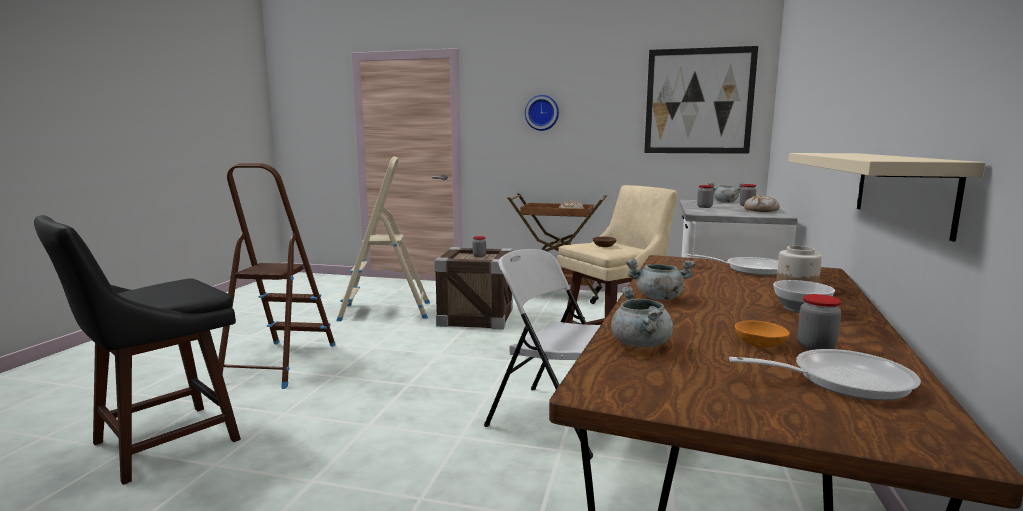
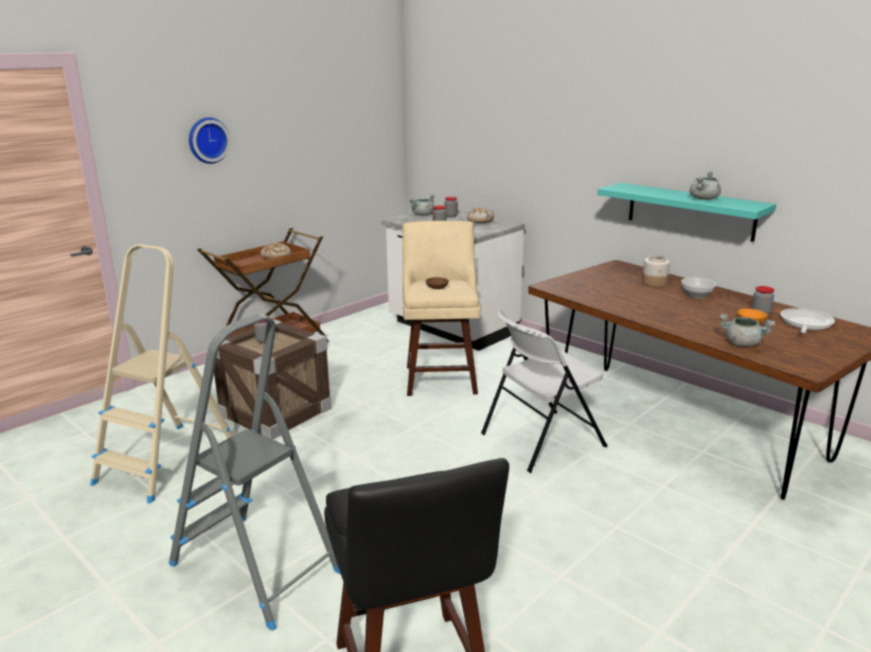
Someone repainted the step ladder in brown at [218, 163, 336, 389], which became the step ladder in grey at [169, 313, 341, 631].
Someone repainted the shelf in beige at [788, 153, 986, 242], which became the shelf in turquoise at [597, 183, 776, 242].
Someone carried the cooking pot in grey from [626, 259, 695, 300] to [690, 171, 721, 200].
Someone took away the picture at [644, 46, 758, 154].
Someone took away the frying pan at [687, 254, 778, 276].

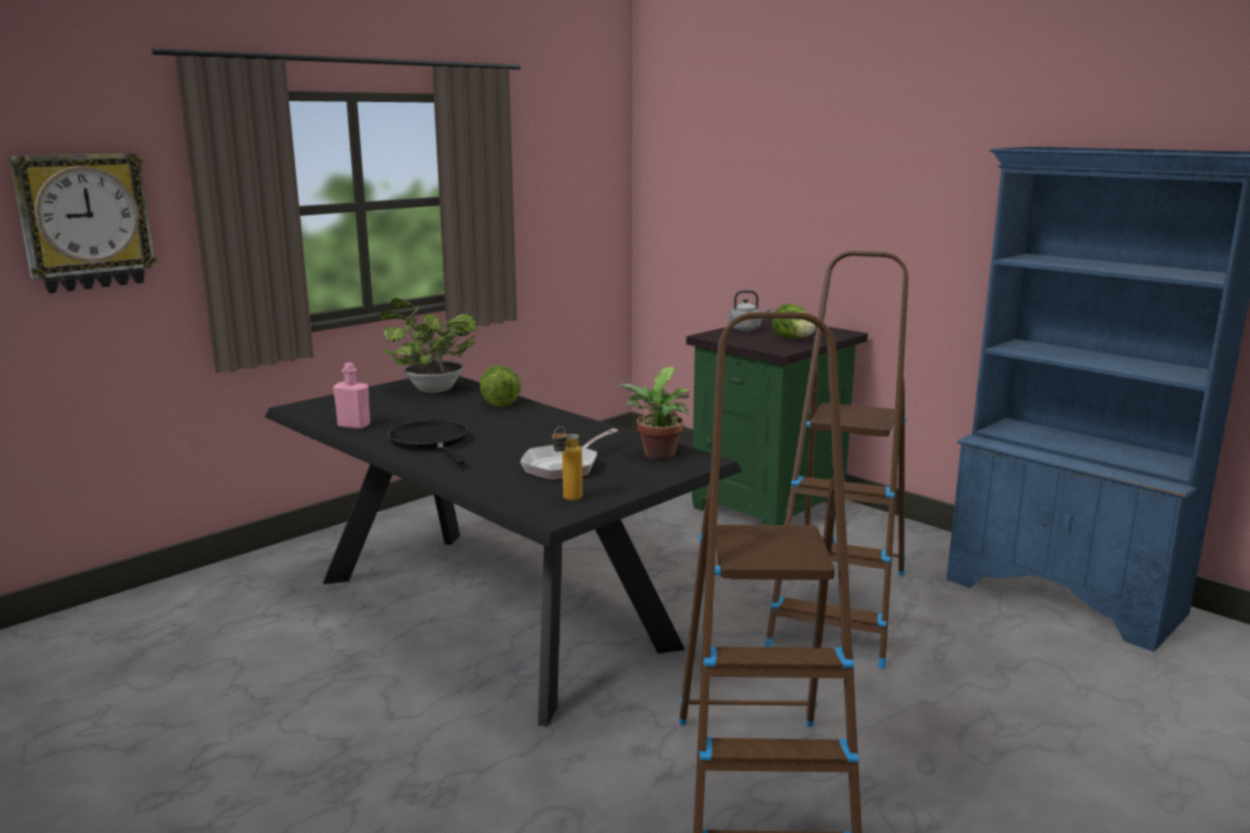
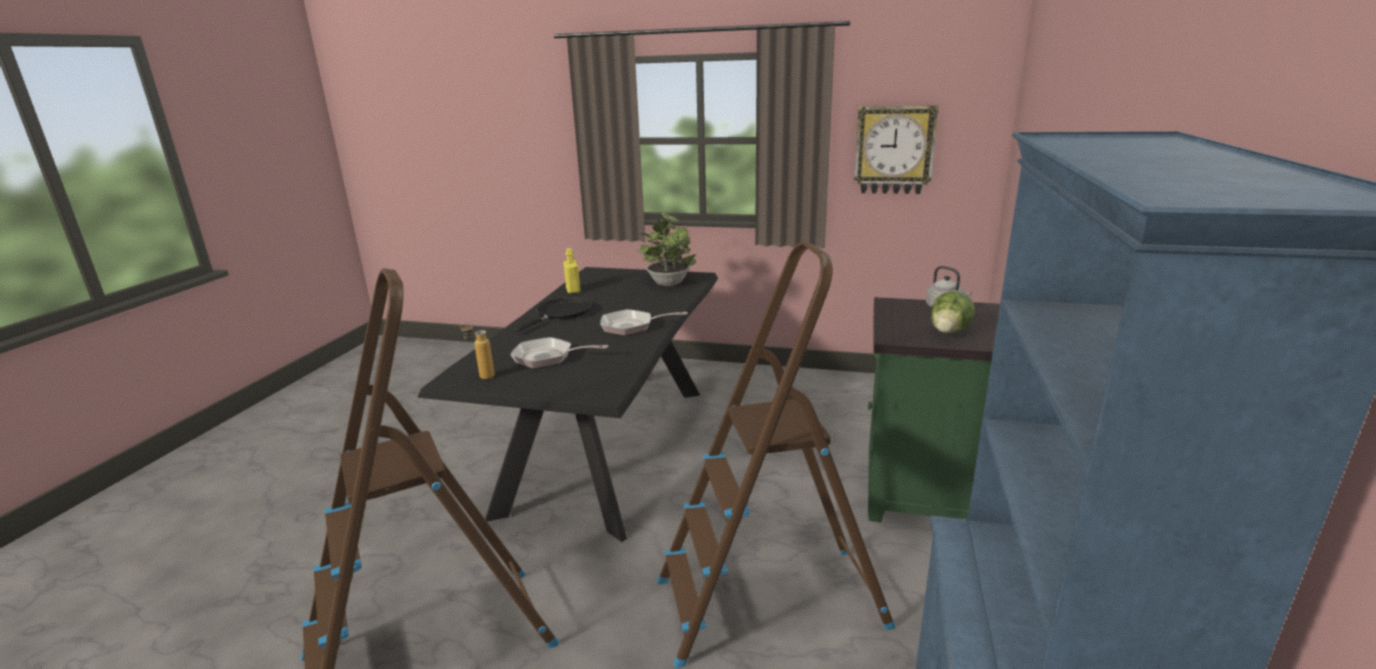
Someone repainted the bottle in pink at [333, 363, 370, 429], which became the bottle in yellow at [563, 248, 580, 293].
Someone put down the frying pan at [600, 309, 688, 336].
Someone carried the wall clock from [9, 153, 157, 293] to [854, 105, 939, 194].
Someone took away the lettuce at [480, 366, 521, 407].
Someone took away the potted plant at [617, 367, 690, 459].

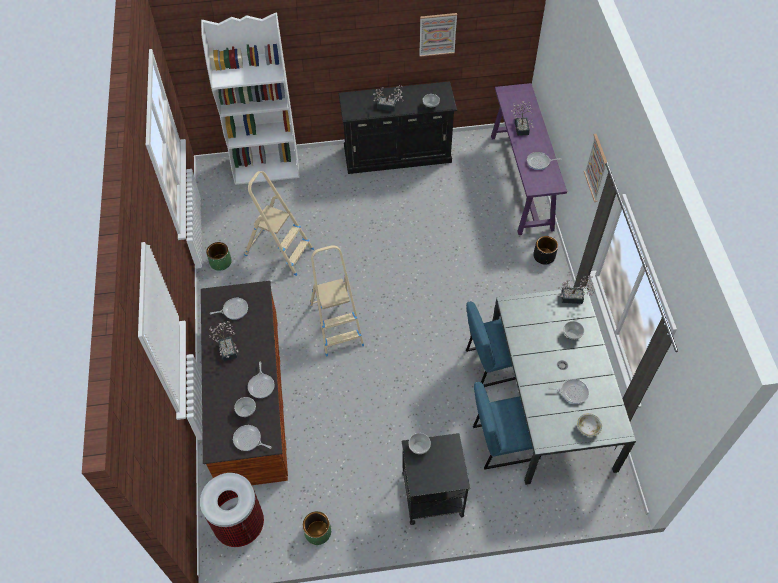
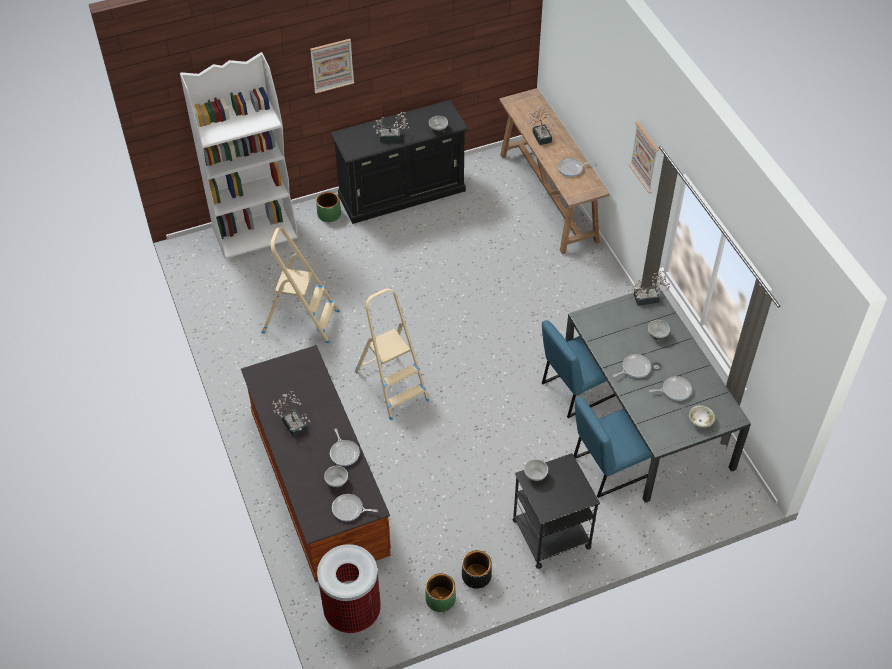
Someone carried the picture from [419, 13, 457, 57] to [310, 39, 354, 94].
Someone carried the planter in green from [206, 242, 232, 271] to [316, 192, 341, 222].
Someone carried the planter in black from [533, 236, 558, 264] to [462, 550, 492, 589].
Someone repainted the console table in purple at [491, 83, 567, 235], which became the console table in brown at [499, 88, 610, 254].
Someone carried the frying pan from [210, 298, 248, 320] to [613, 354, 651, 378].

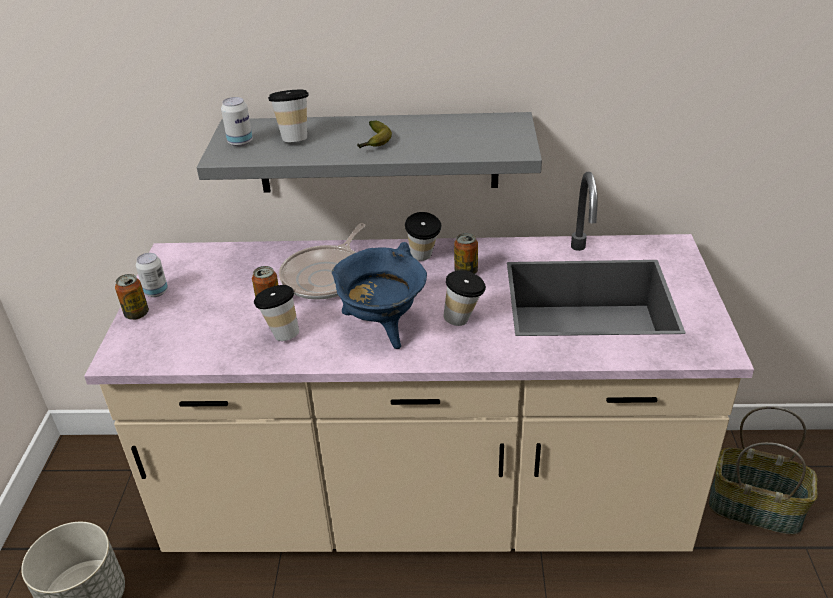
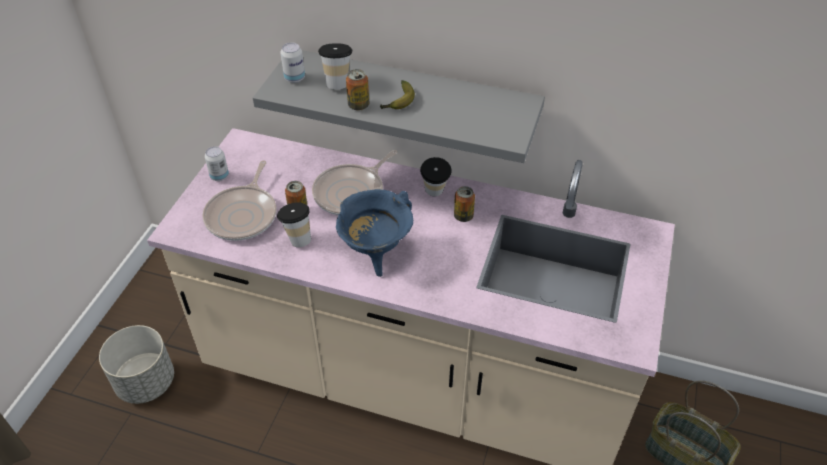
Someone put down the frying pan at [202, 161, 277, 241].
Someone carried the can from [115, 274, 149, 320] to [346, 69, 369, 111].
Someone took away the cup at [444, 270, 486, 326].

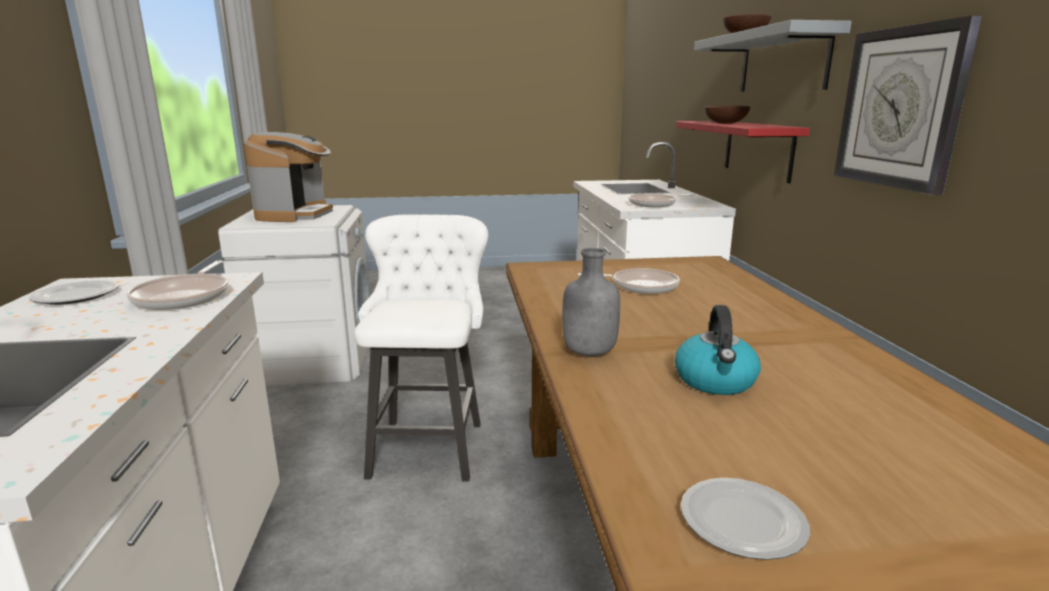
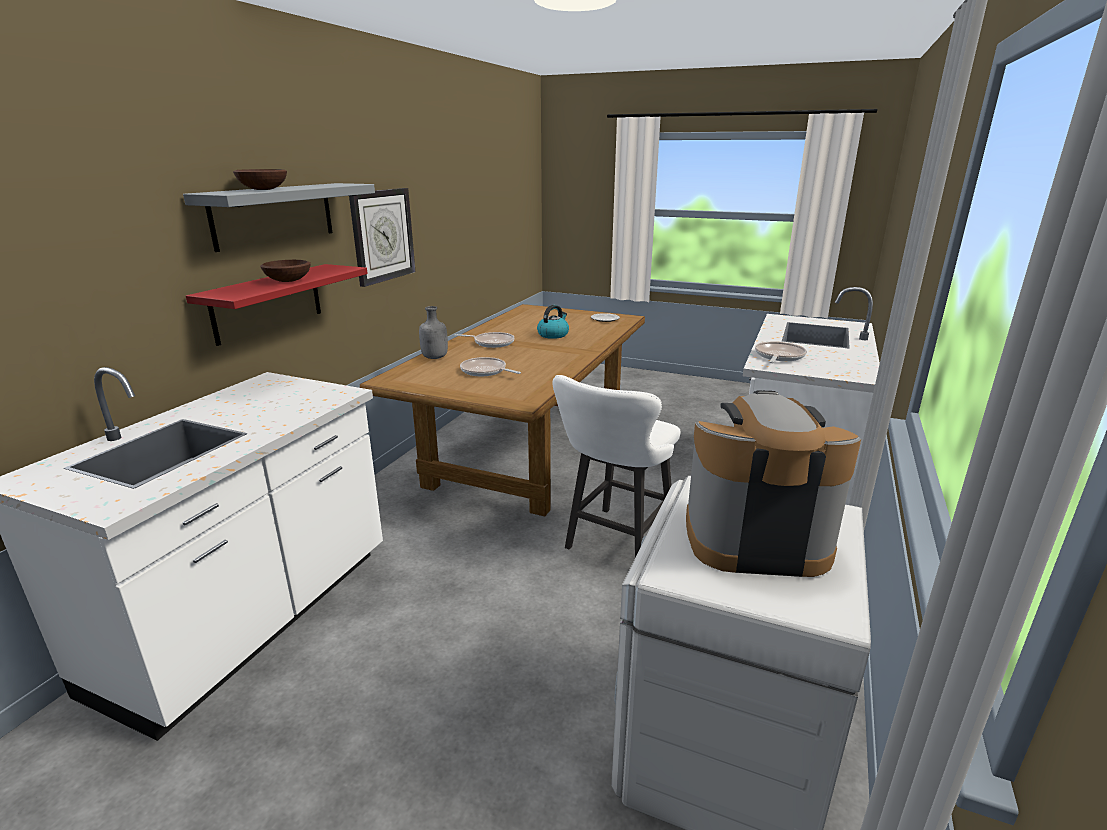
Someone carried the bottle in grey from [562, 248, 620, 356] to [419, 306, 448, 359].
Someone carried the frying pan from [629, 194, 695, 207] to [454, 332, 514, 348].
Someone rotated the coffee machine at [244, 132, 333, 222] by 60 degrees clockwise.
Someone took away the plate at [29, 280, 118, 305].

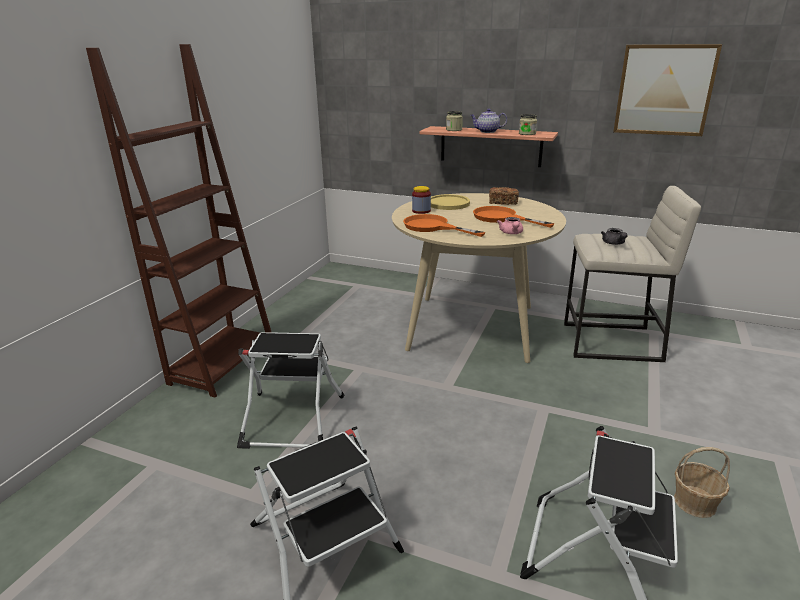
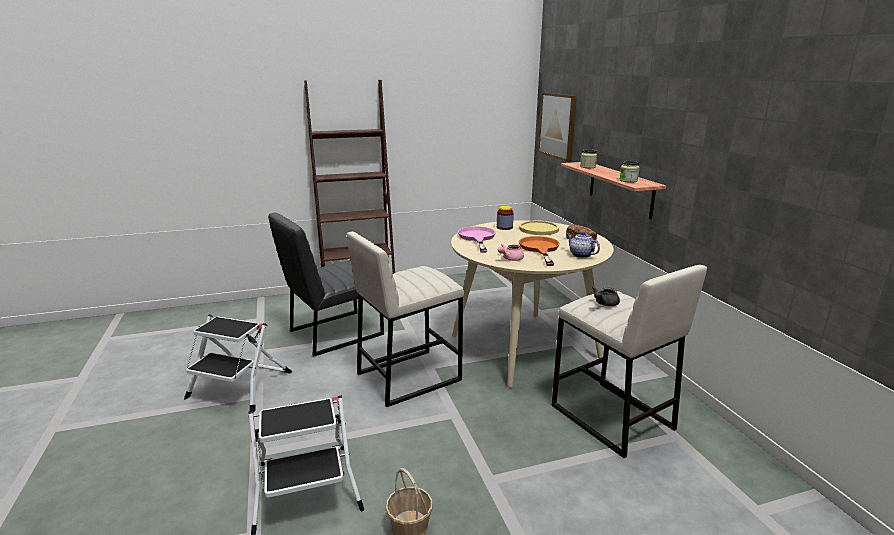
Someone swapped the step ladder at [237, 332, 344, 449] for the chair in grey at [268, 212, 384, 357].
Someone put down the stool in beige at [347, 232, 464, 407].
Someone repainted the frying pan in orange at [403, 214, 485, 237], which became the frying pan in pink at [458, 226, 496, 253].
Someone carried the picture from [613, 44, 722, 136] to [538, 92, 577, 162].
Someone carried the teapot from [470, 109, 507, 133] to [567, 232, 600, 258].

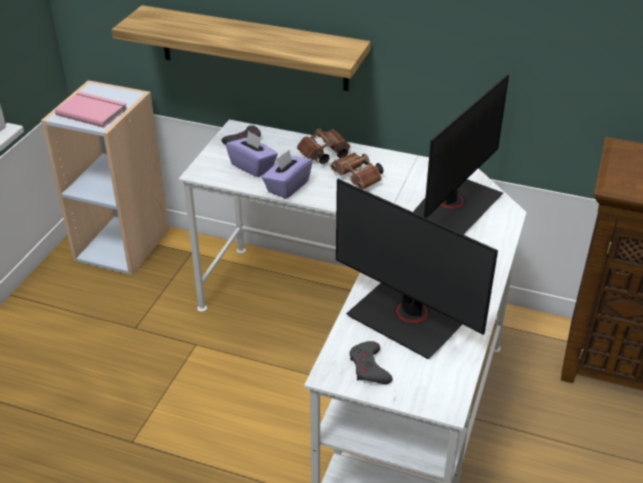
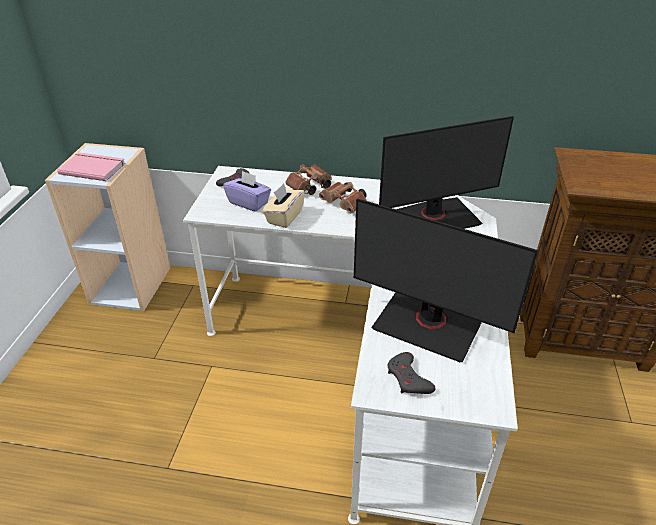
Someone repainted the tissue box in purple at [262, 150, 312, 199], which became the tissue box in beige at [262, 184, 305, 228].
Someone rotated the monitor at [413, 74, 509, 235] by 45 degrees clockwise.
Someone took away the shelf at [112, 5, 371, 91].

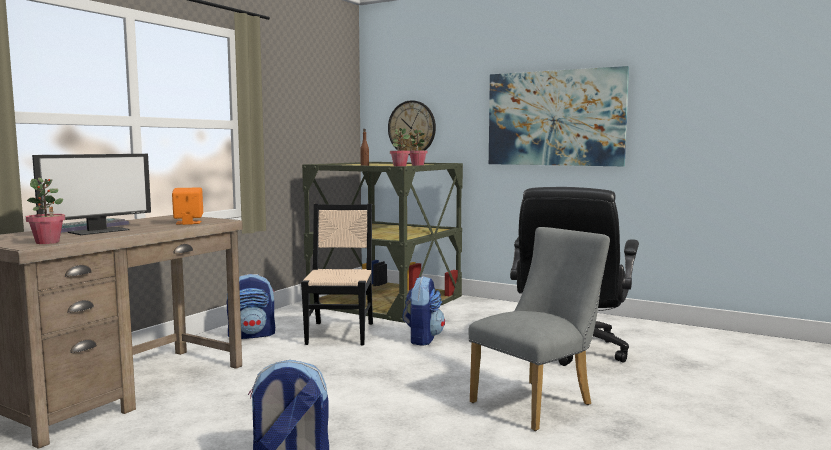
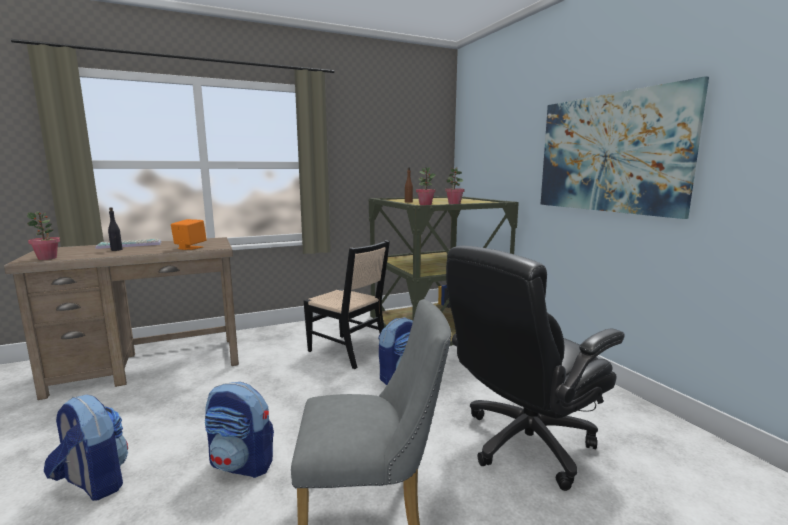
Someone swapped the monitor at [32, 154, 151, 235] for the bottle in black at [108, 207, 122, 251].
Someone carried the backpack from [227, 274, 275, 339] to [205, 382, 274, 478].
Someone rotated the chair at [301, 204, 373, 346] by 90 degrees clockwise.
Someone took away the wall clock at [388, 100, 436, 155].

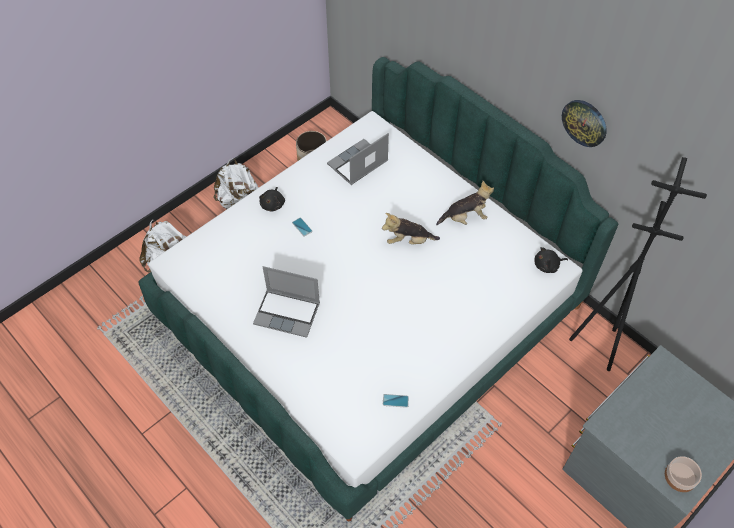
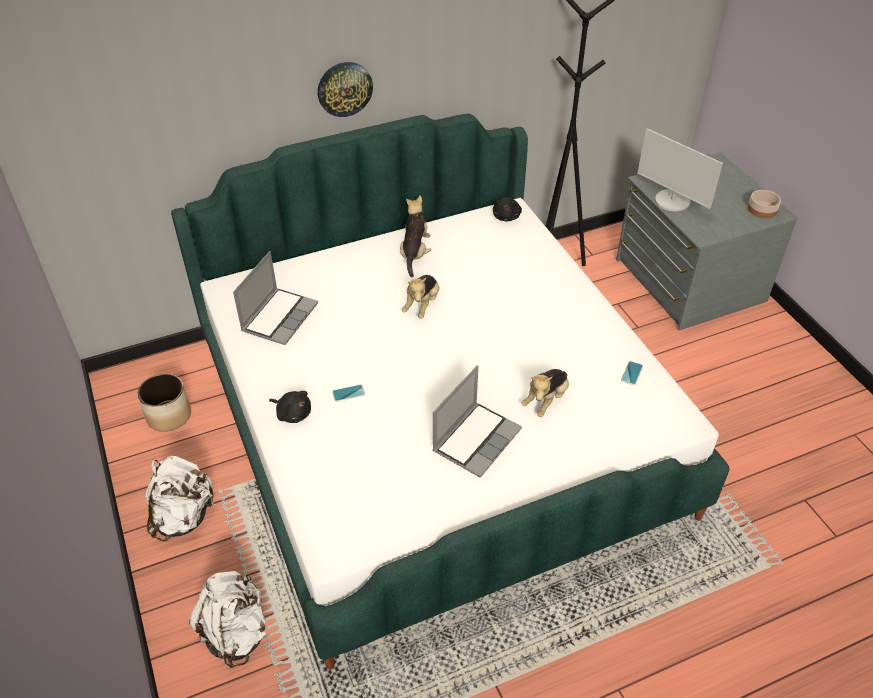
Someone rotated the laptop at [327, 133, 389, 185] by 135 degrees counterclockwise.
Someone carried the wall clock from [562, 100, 607, 147] to [318, 62, 373, 117].
Someone put down the plush toy at [521, 369, 569, 417].
Someone put down the monitor at [637, 128, 723, 211].

